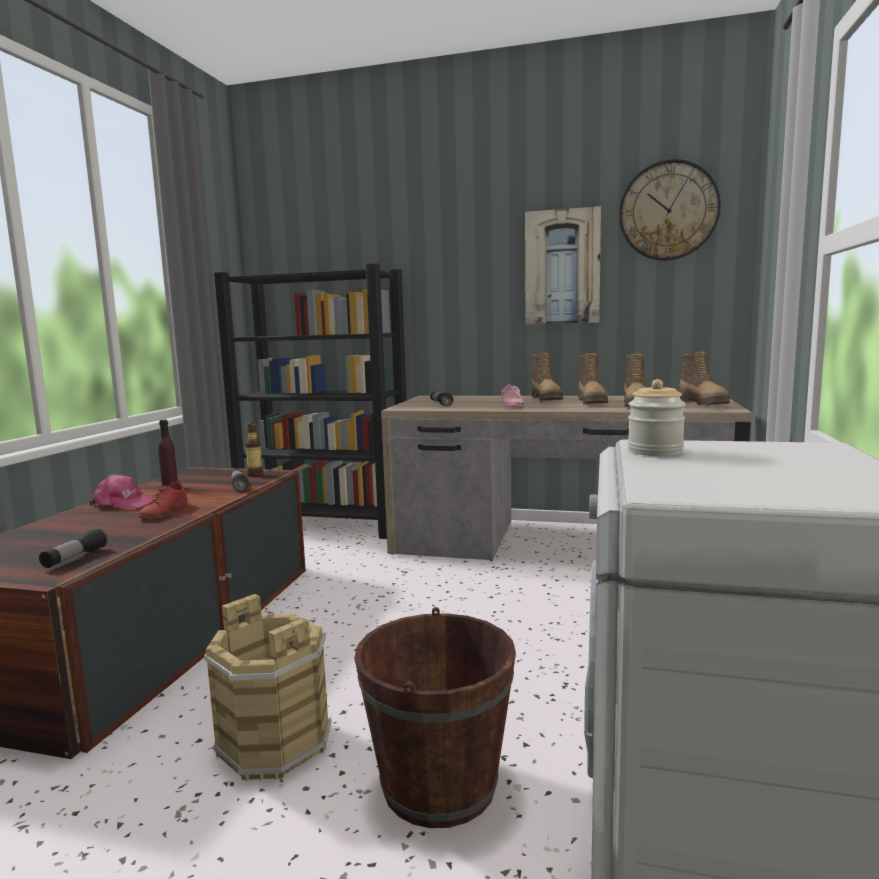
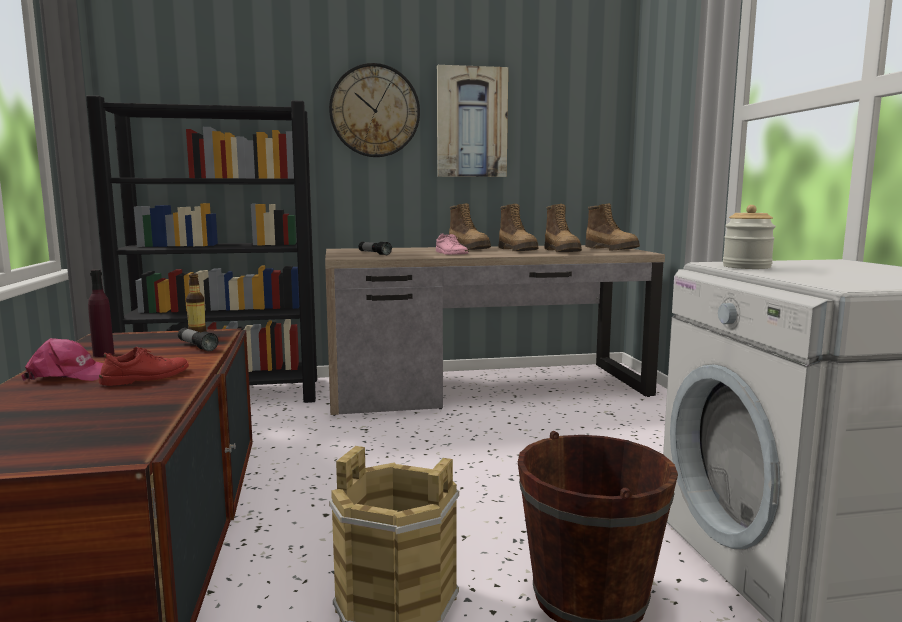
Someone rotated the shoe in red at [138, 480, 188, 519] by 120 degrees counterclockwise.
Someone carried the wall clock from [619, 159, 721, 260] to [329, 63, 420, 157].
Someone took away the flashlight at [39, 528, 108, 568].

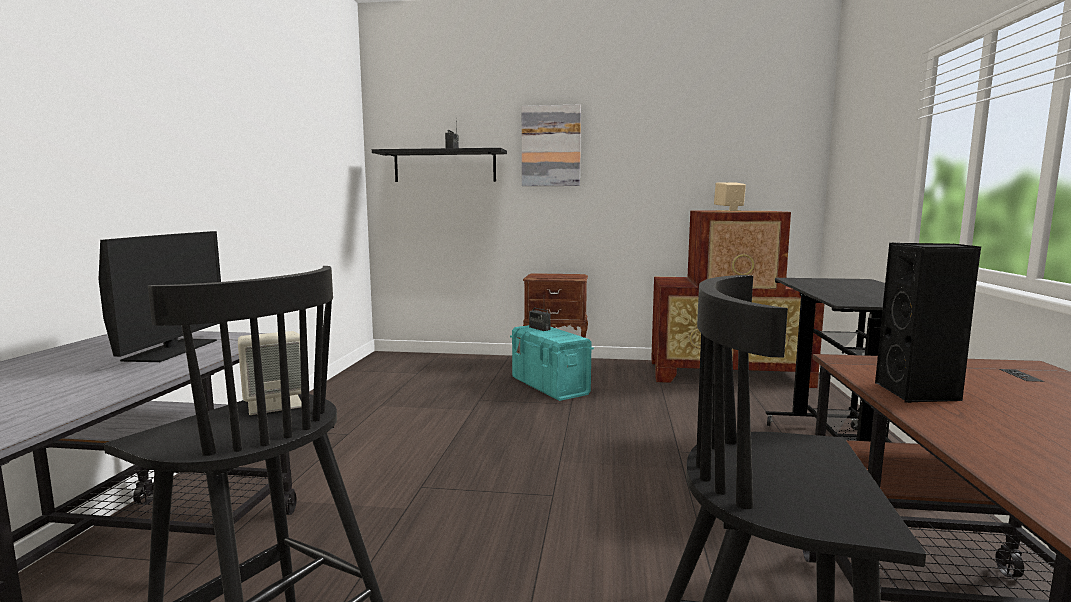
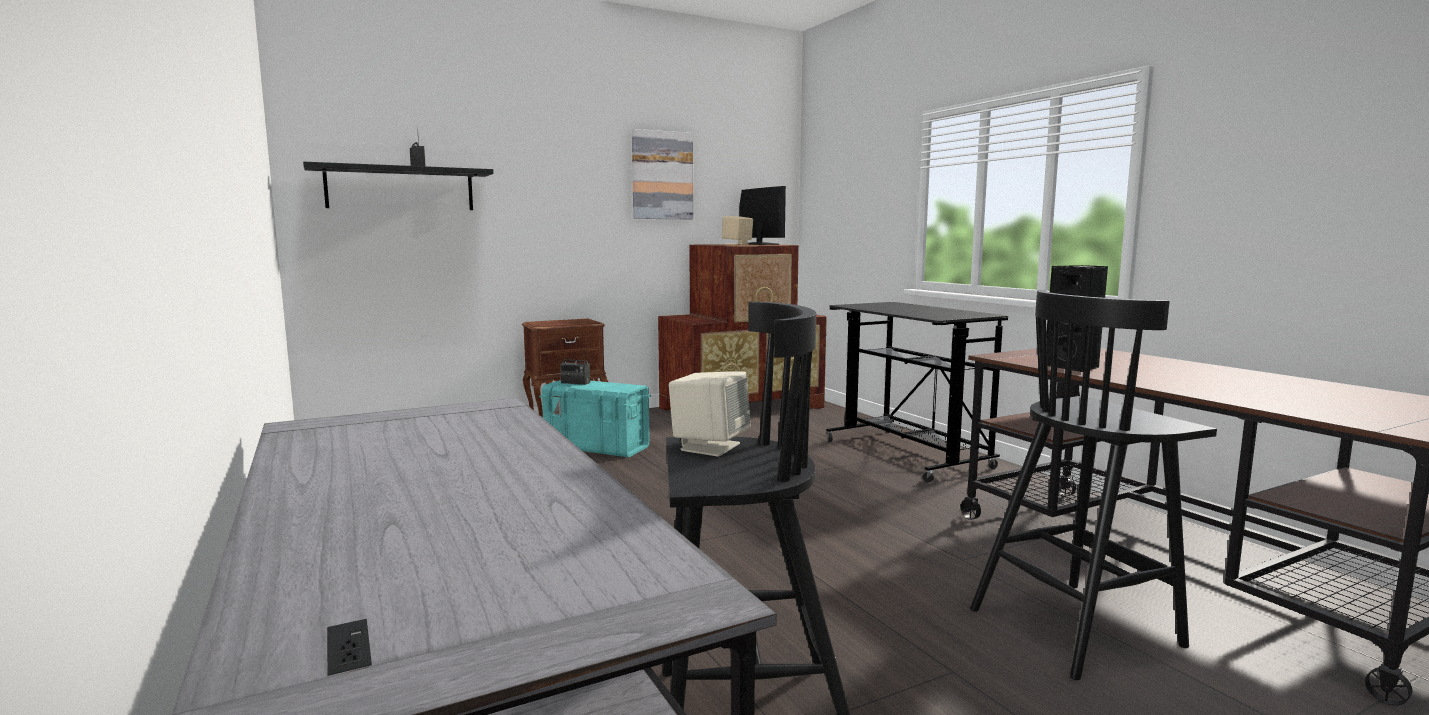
Someone carried the picture from [522, 105, 581, 186] to [632, 129, 693, 219].
Someone carried the monitor from [98, 231, 221, 362] to [739, 186, 786, 245].

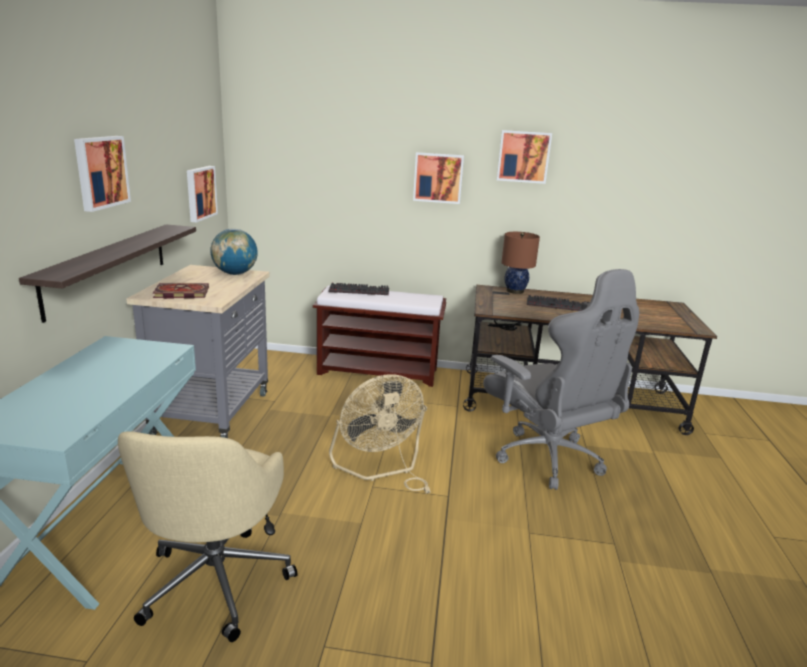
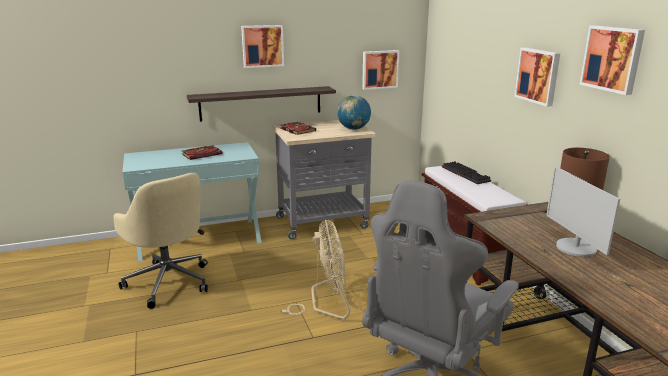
Someone rotated the office chair in beige at [118, 431, 298, 642] by 105 degrees counterclockwise.
Someone put down the book at [182, 145, 223, 160].
Someone rotated the fan in beige at [329, 374, 430, 493] by 45 degrees clockwise.
Someone swapped the keyboard at [527, 295, 590, 311] for the monitor at [546, 166, 620, 257].

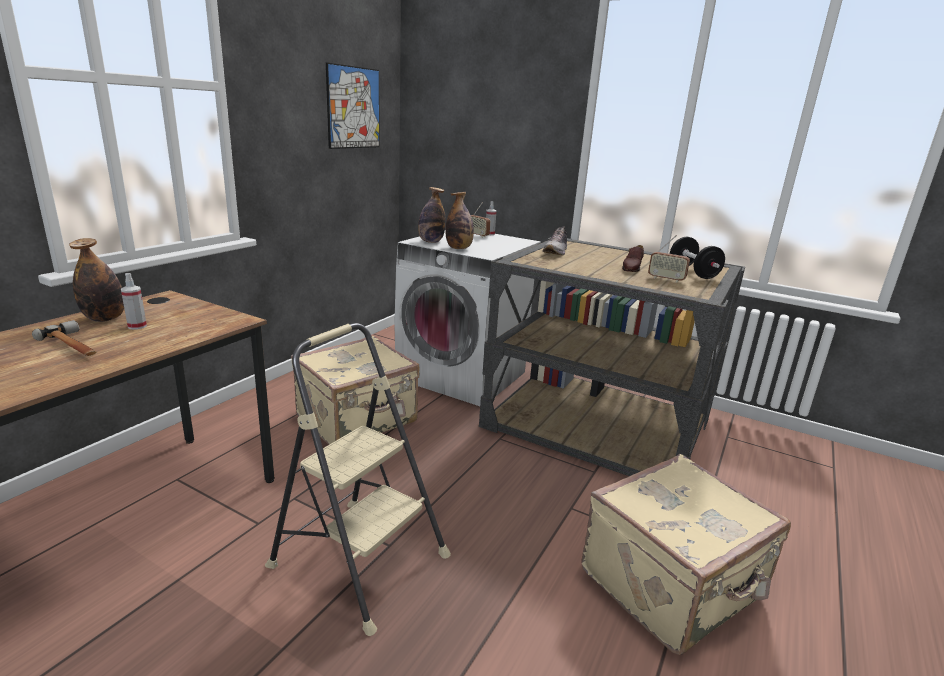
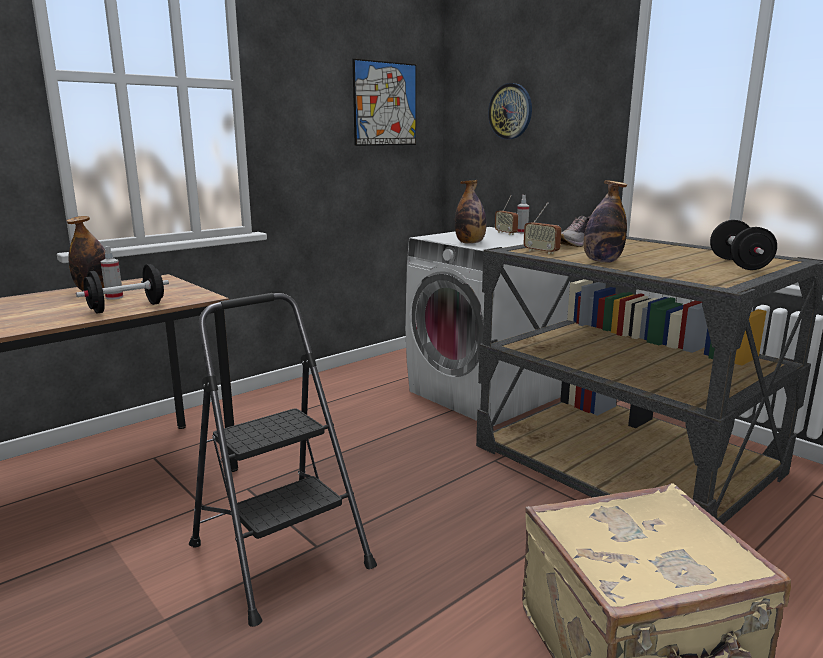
Someone put down the dumbbell in black at [76, 264, 169, 314].
Someone repainted the step ladder in beige at [265, 323, 451, 636], which became the step ladder in black at [189, 293, 377, 627].
Someone put up the wall clock at [488, 83, 532, 139].
Someone carried the radio from [648, 235, 690, 283] to [523, 202, 561, 254].
Someone carried the bottle from [418, 187, 446, 243] to [584, 180, 627, 263].
Someone took away the hammer at [32, 320, 97, 356].
Someone took away the suitcase in beige at [291, 336, 420, 445].
Someone took away the shoe in brown at [622, 245, 644, 272].

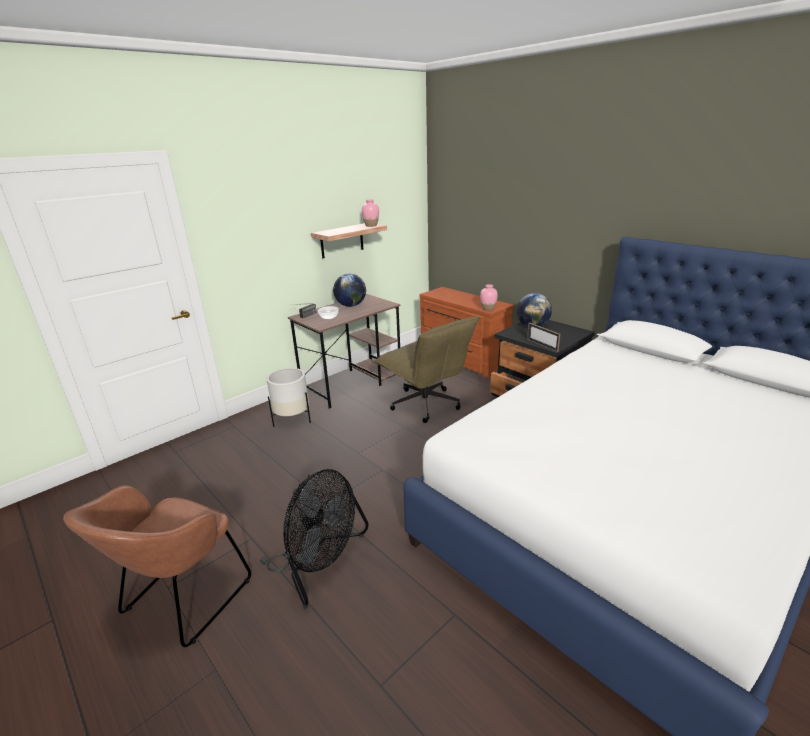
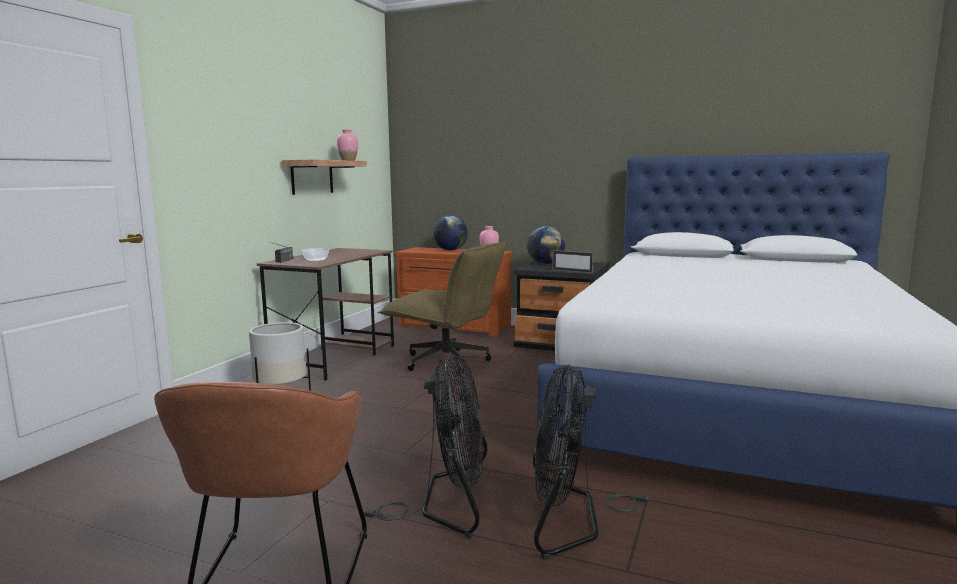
Someone carried the globe from [333, 274, 366, 307] to [433, 216, 468, 251].
Someone put down the fan in black at [533, 365, 648, 561].

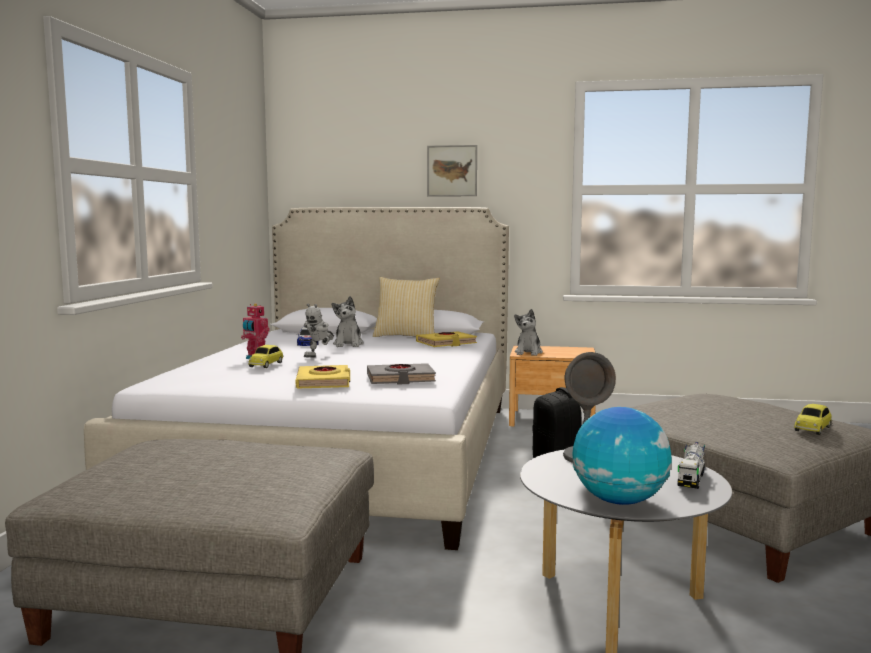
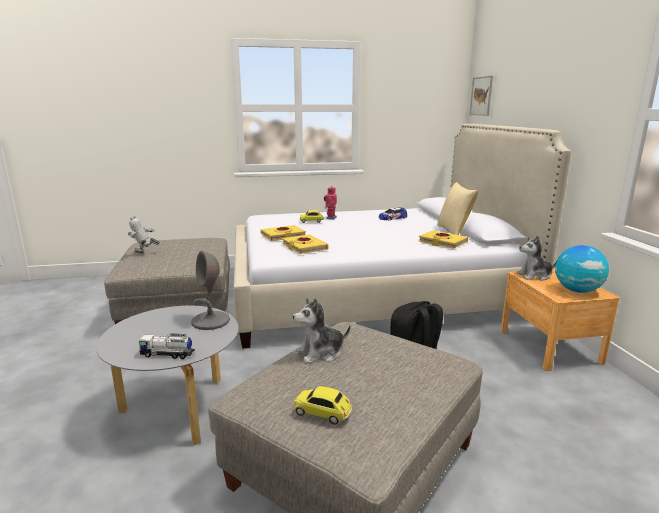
Someone carried the toy robot from [304, 304, 334, 358] to [128, 216, 160, 253].
Someone repainted the book in grey at [367, 363, 436, 384], which became the book in yellow at [282, 235, 328, 254].
Someone carried the plush toy from [331, 296, 364, 347] to [293, 297, 350, 364].
Someone carried the picture from [427, 145, 477, 197] to [470, 76, 493, 116].
Someone carried the globe from [572, 407, 672, 505] to [555, 245, 609, 293].

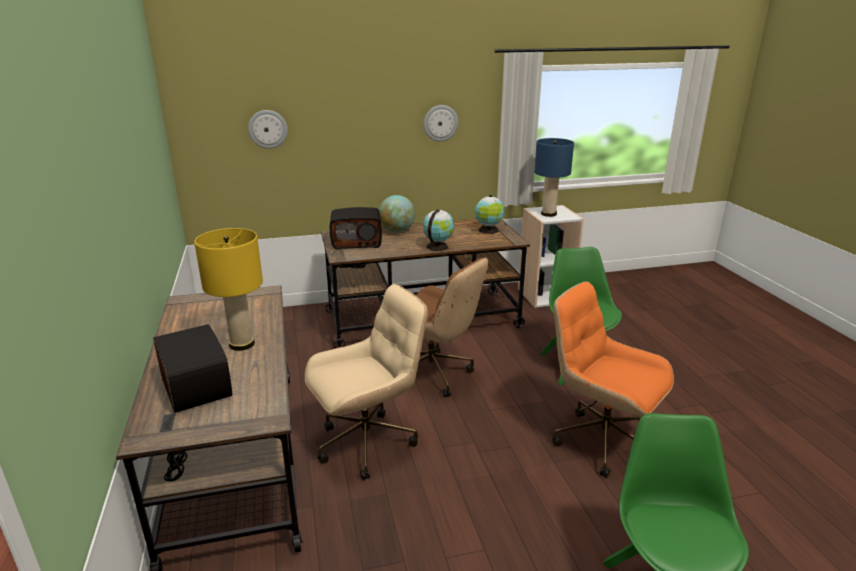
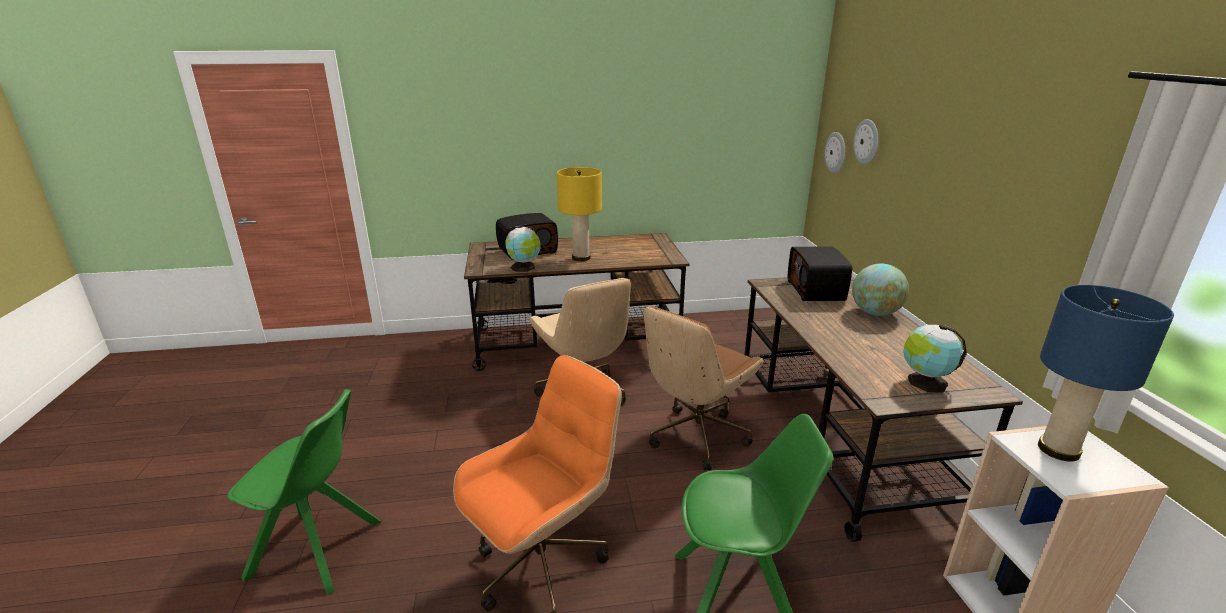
Someone carried the globe from [423, 209, 454, 251] to [505, 226, 540, 272].
Someone carried the wall clock from [424, 105, 458, 142] to [824, 132, 845, 173].

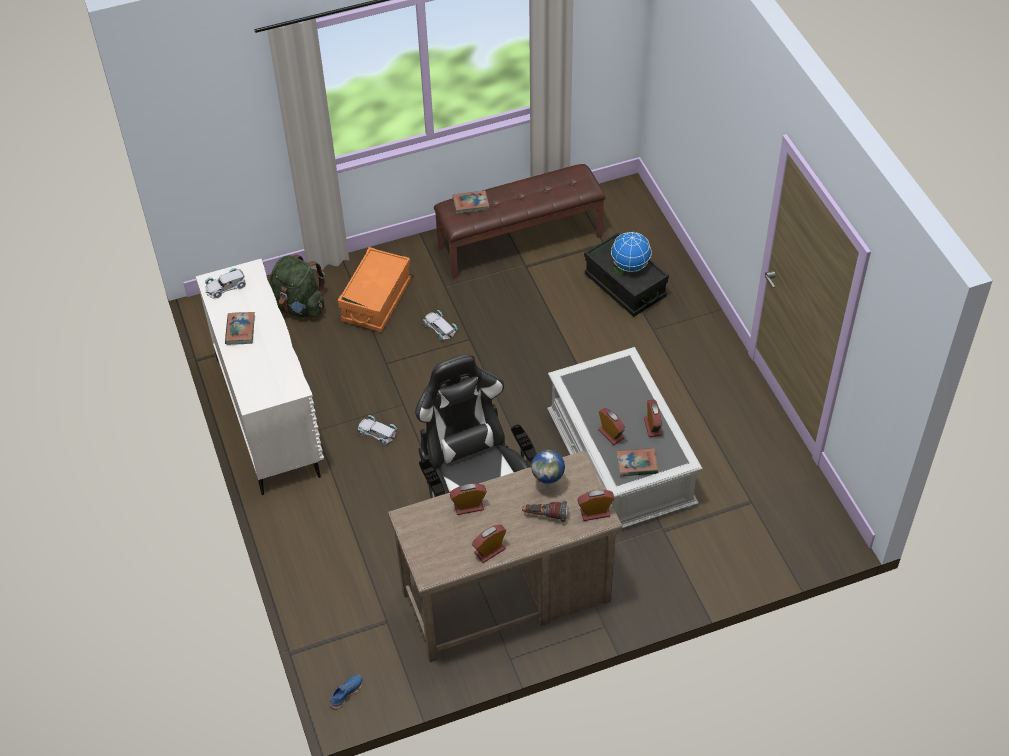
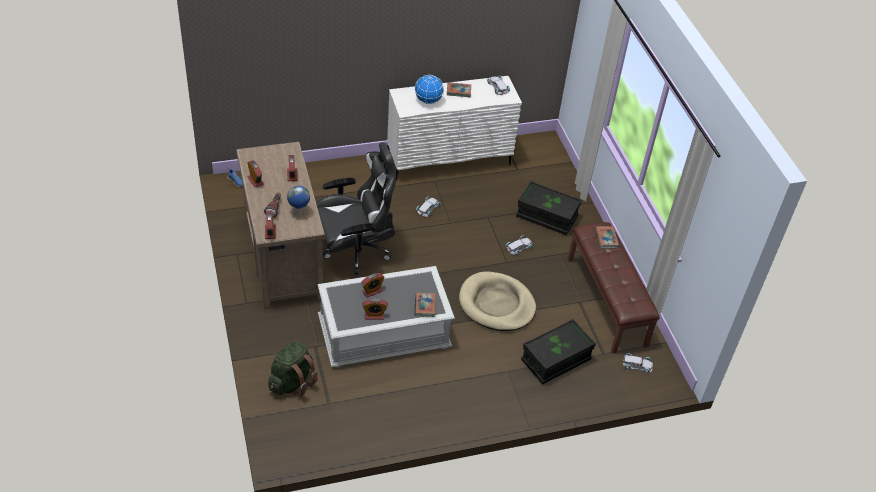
Someone carried the backpack in green from [268, 254, 325, 318] to [268, 341, 317, 397].
Someone carried the globe from [611, 232, 652, 272] to [414, 75, 444, 104].
Someone carried the book from [617, 448, 658, 476] to [414, 292, 436, 317].
Someone put down the dog bed in beige at [459, 272, 536, 331].
Someone repainted the storage box in orange at [338, 247, 411, 332], which became the storage box in black at [516, 181, 582, 235].
Someone put down the toy car in white at [623, 353, 653, 374].

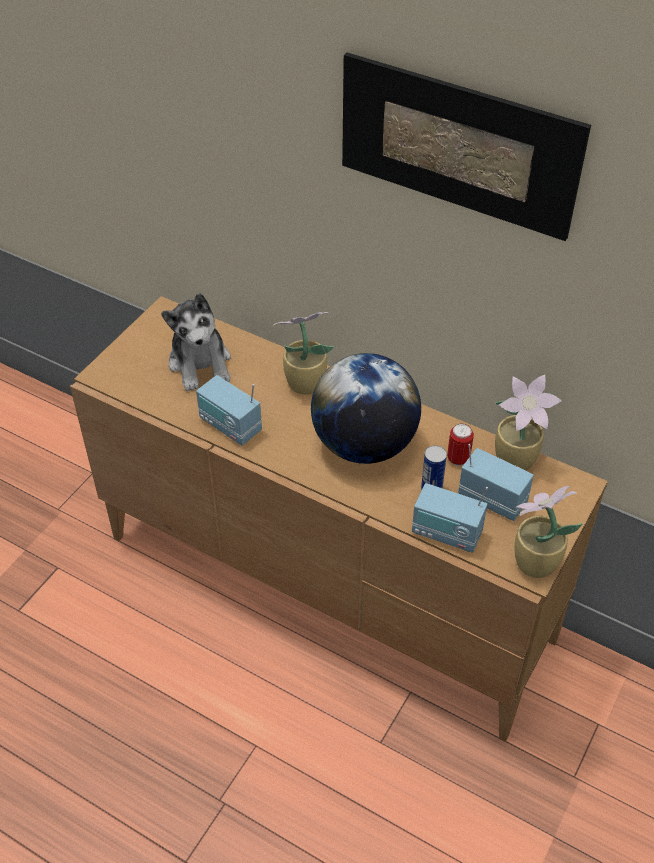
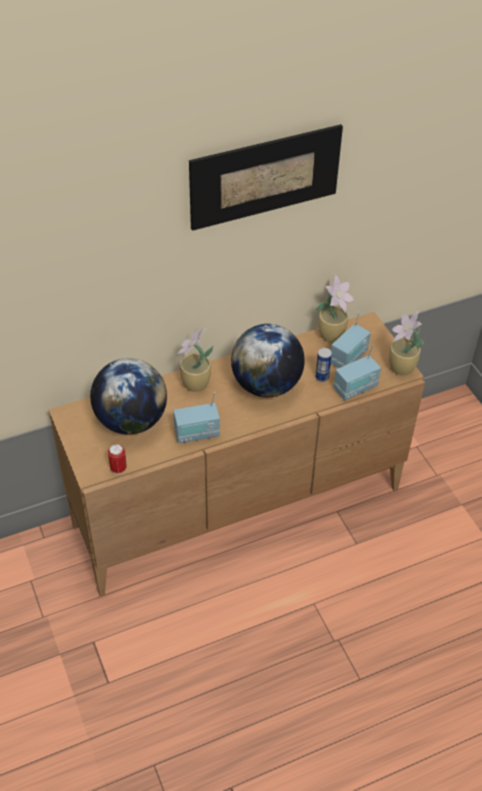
Someone swapped the plush toy at [161, 293, 231, 392] for the globe at [90, 358, 167, 434].
Someone carried the can from [447, 424, 474, 466] to [108, 444, 127, 474].
Someone rotated the radio at [458, 444, 534, 521] by 150 degrees clockwise.

